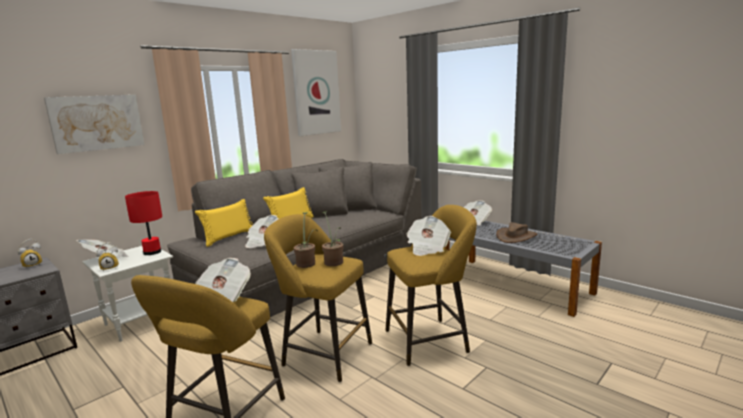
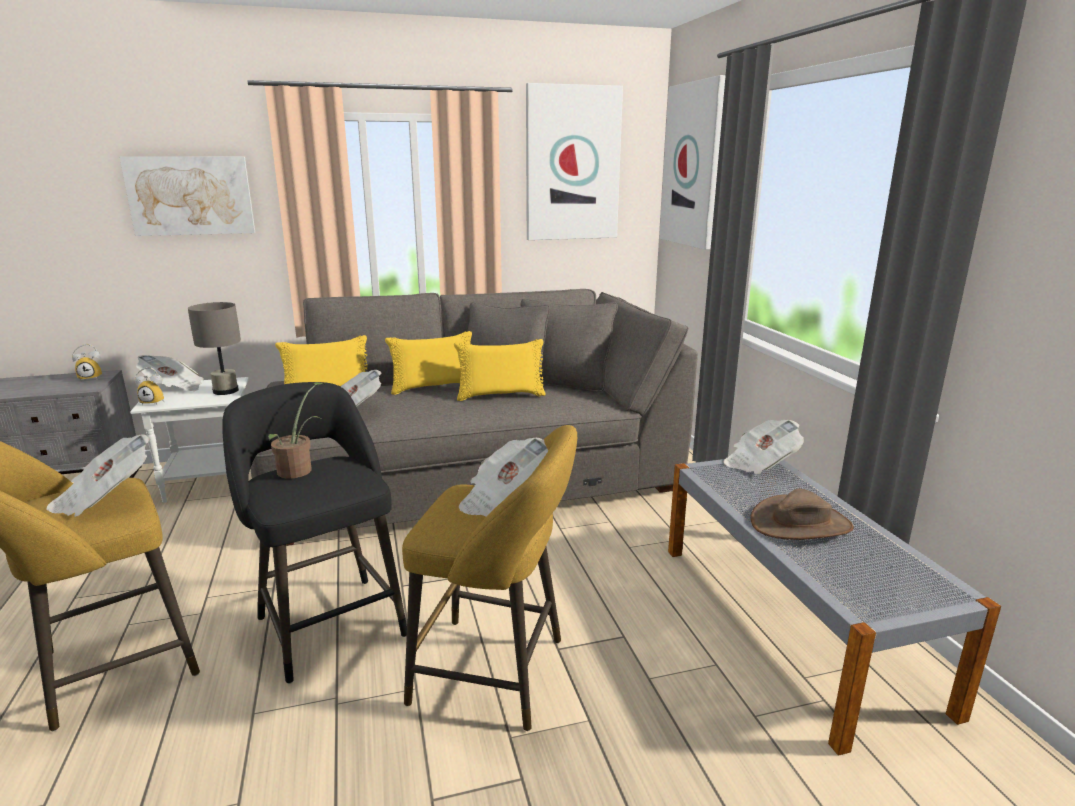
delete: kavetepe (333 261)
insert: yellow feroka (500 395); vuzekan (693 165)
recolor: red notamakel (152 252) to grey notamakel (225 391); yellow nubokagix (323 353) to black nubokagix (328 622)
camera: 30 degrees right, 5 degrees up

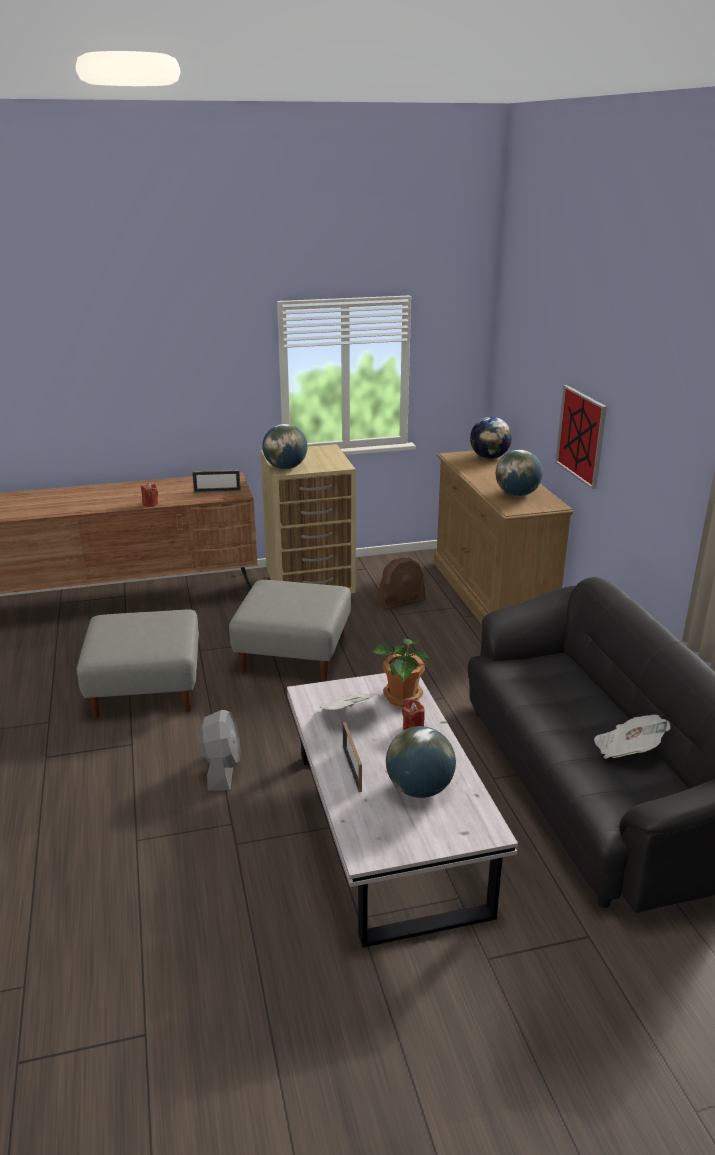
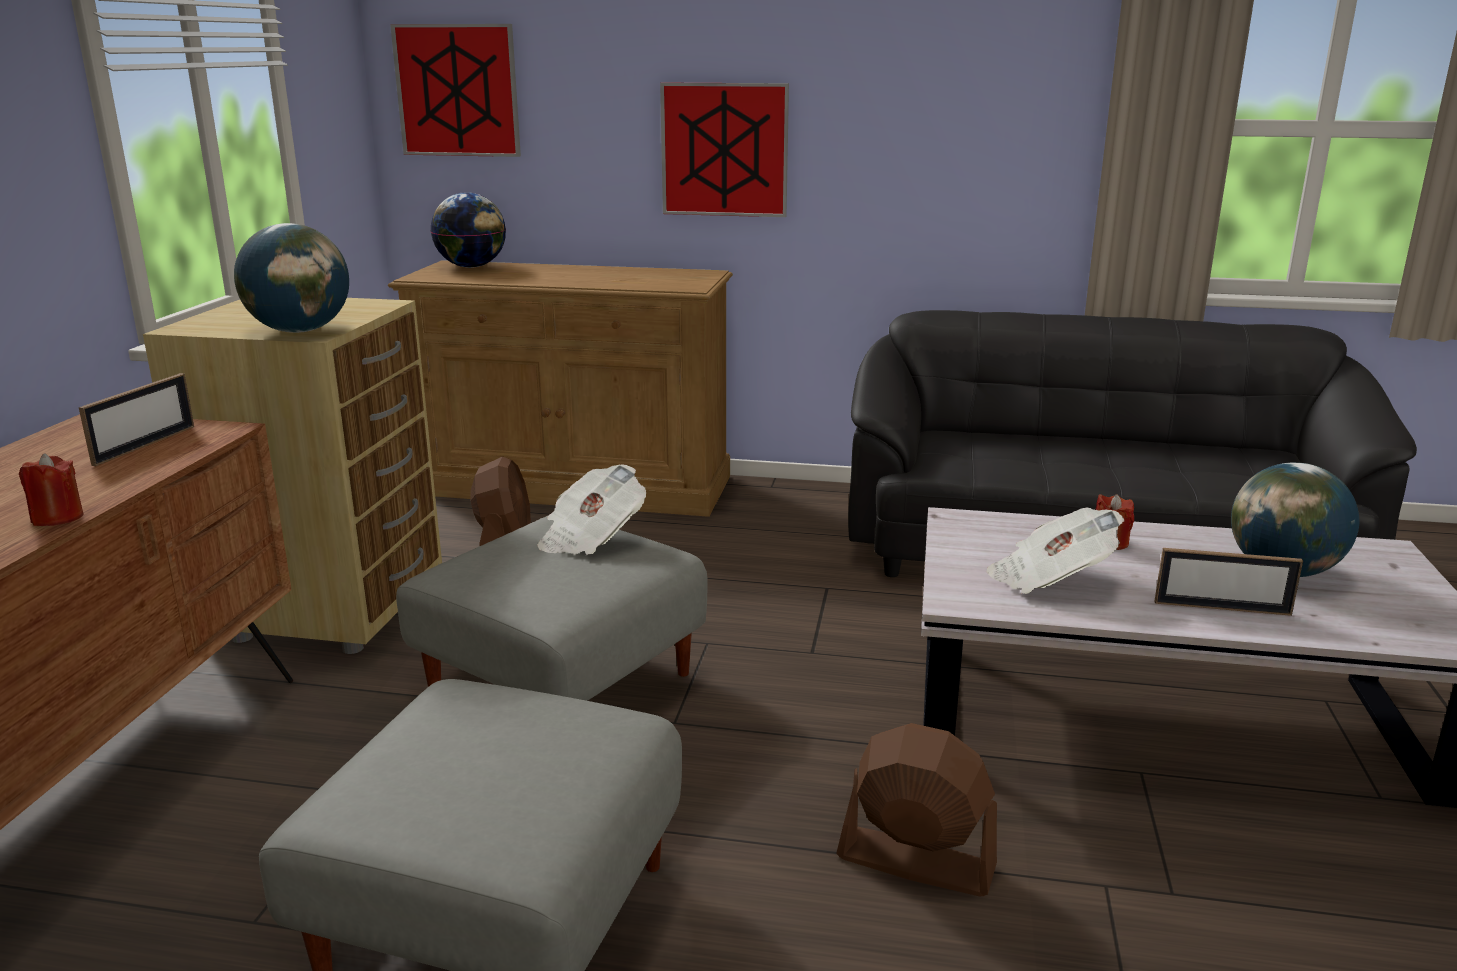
delete: kavetepe (401 698); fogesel (517 494)
insert: vuzekan (457 90)
move: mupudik (627 750) to (591 538)
recolor: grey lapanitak (222 769) to brown lapanitak (915 861)
camera: 65 degrees left, 5 degrees down

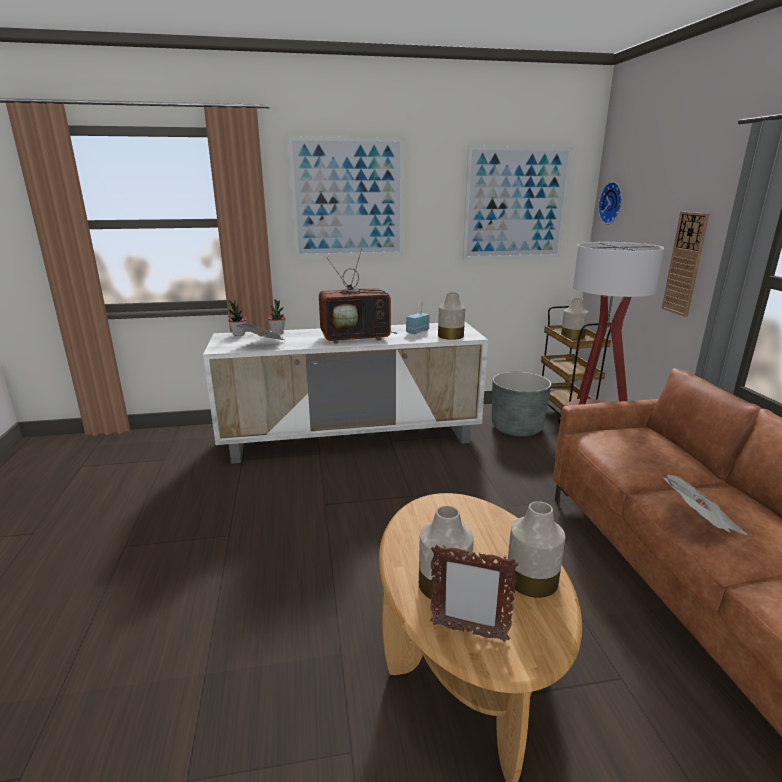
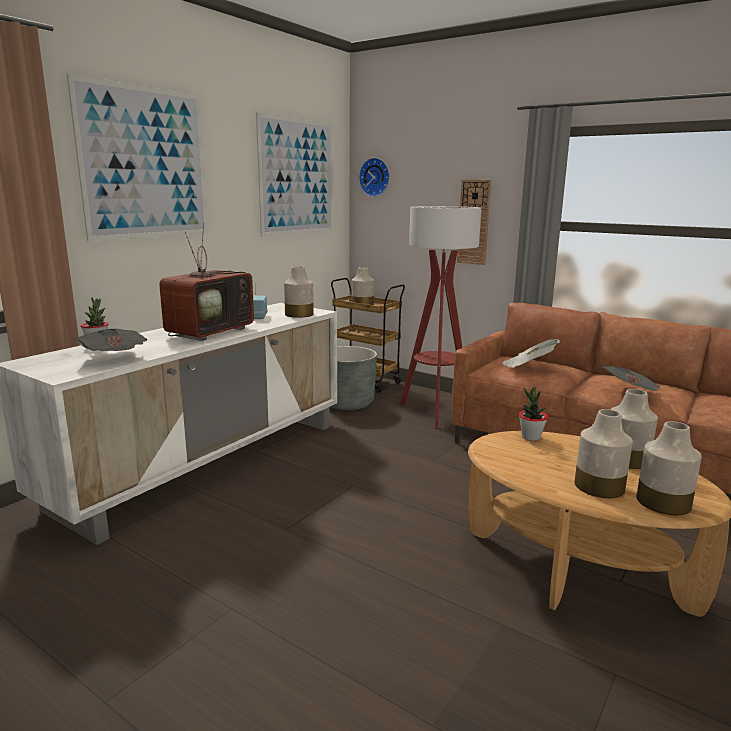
insert: mupudik (528 367)
move: kavetepe (239 334) to (530 437)
replace: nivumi (468 632) to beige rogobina (663 501)
camera: 45 degrees left, 5 degrees down

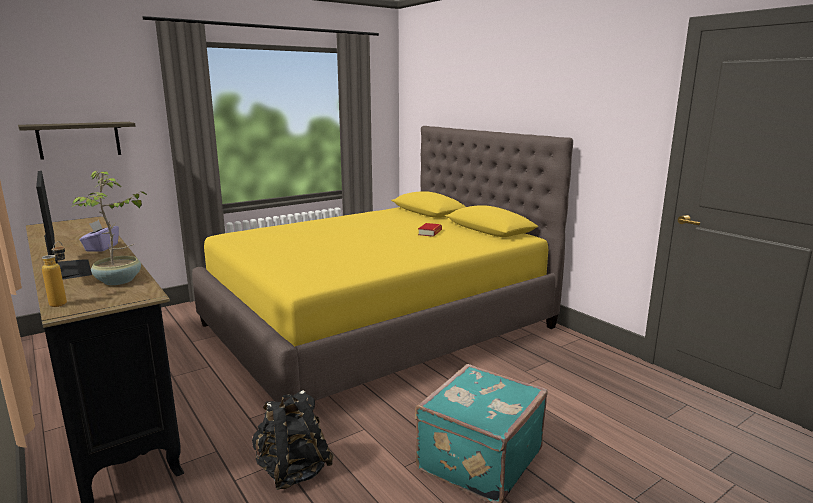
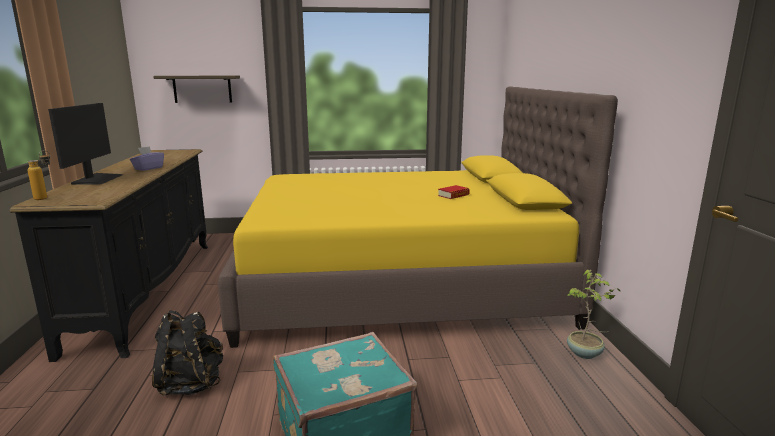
move: kavetepe (119 281) to (585 354)
camera: 30 degrees right, 0 degrees up

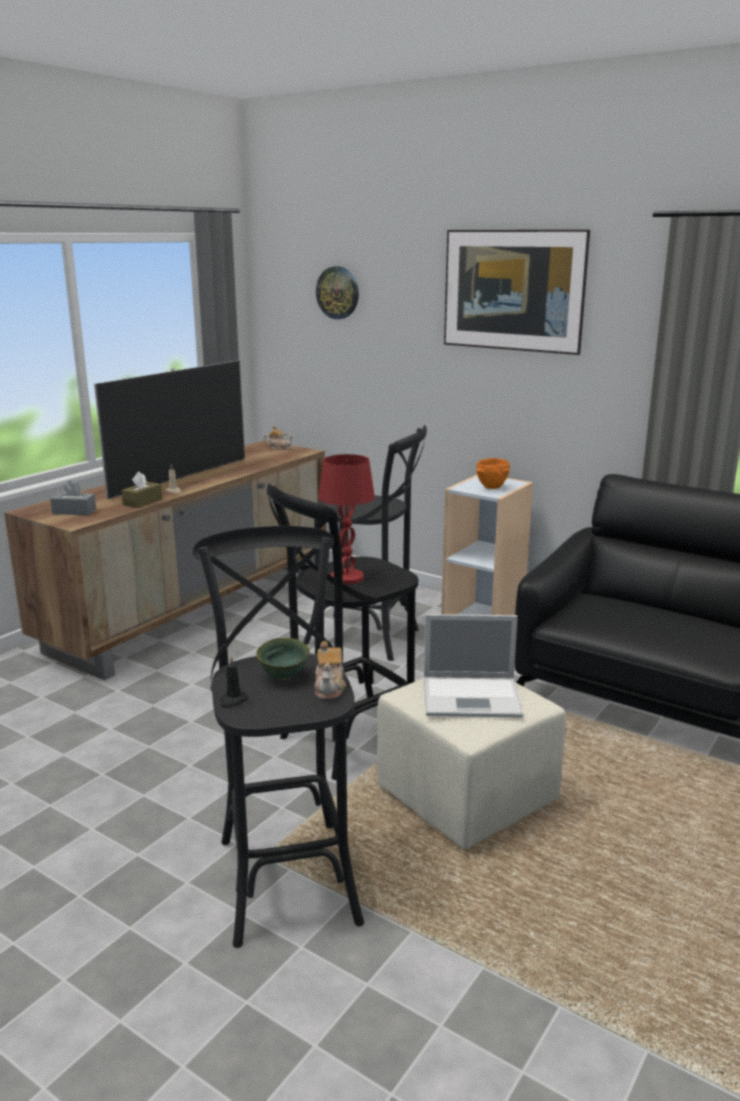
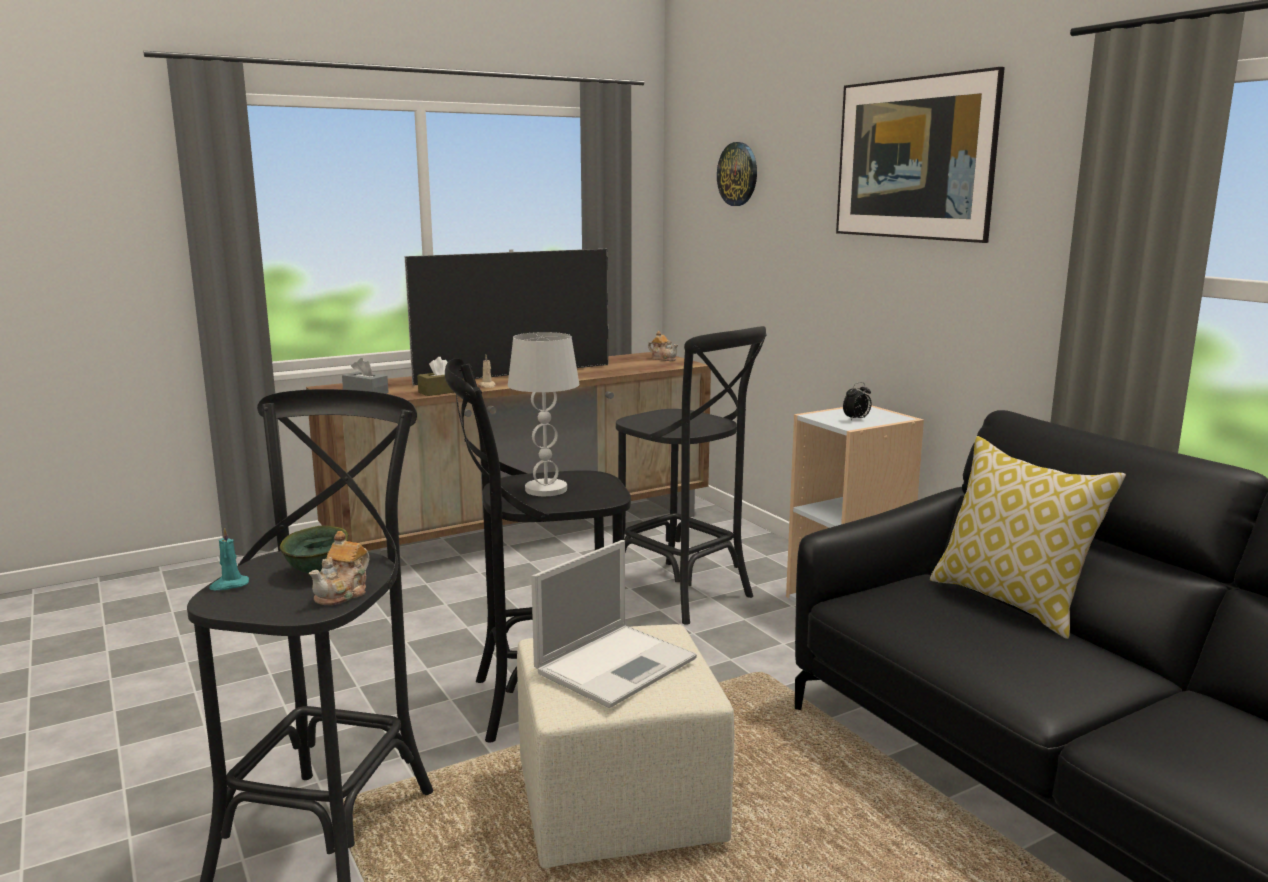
insert: feroka (1011 602)
replace: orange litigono (492 488) to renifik (856 419)
recolor: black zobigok (233 701) to turquoise zobigok (229 585); red notamakel (347 578) to white notamakel (546 489)
rotate: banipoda (473 697) = (617 664) 75 degrees counterclockwise
camera: 25 degrees right, 5 degrees down

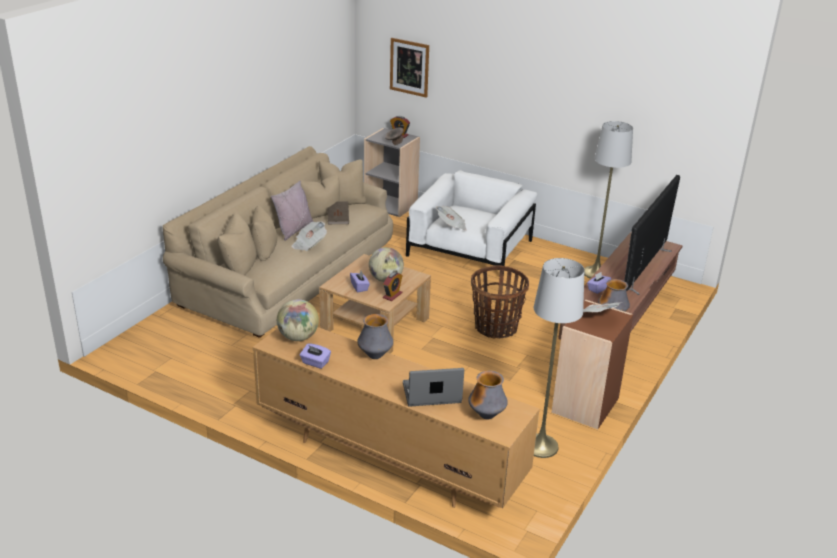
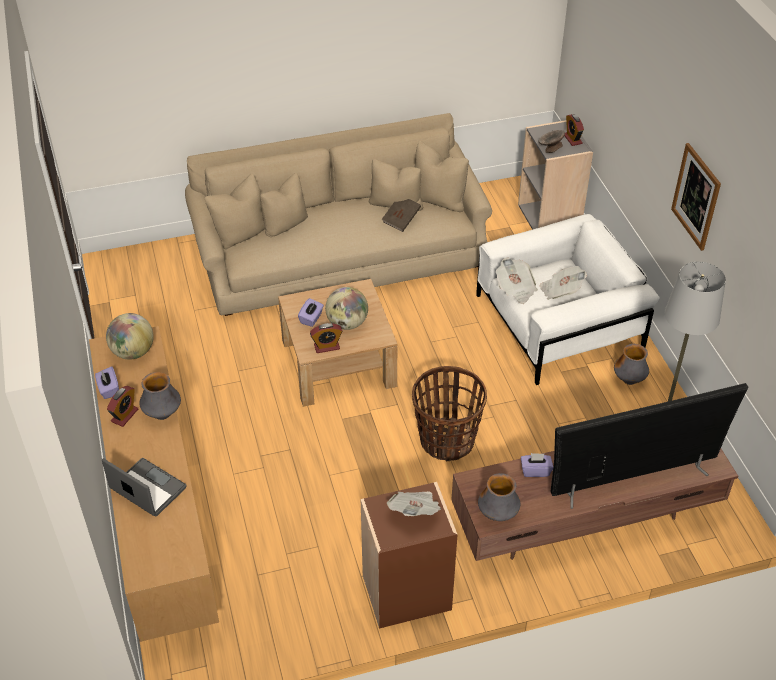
delete: purple feroka (294 230); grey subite (541 446)
insert: renifik (125 415)
move: mupudik (309 244) to (561 291); vuzekan (409 67) to (696 196); rogobina (486 415) to (629 380)
camera: 45 degrees right, 15 degrees up

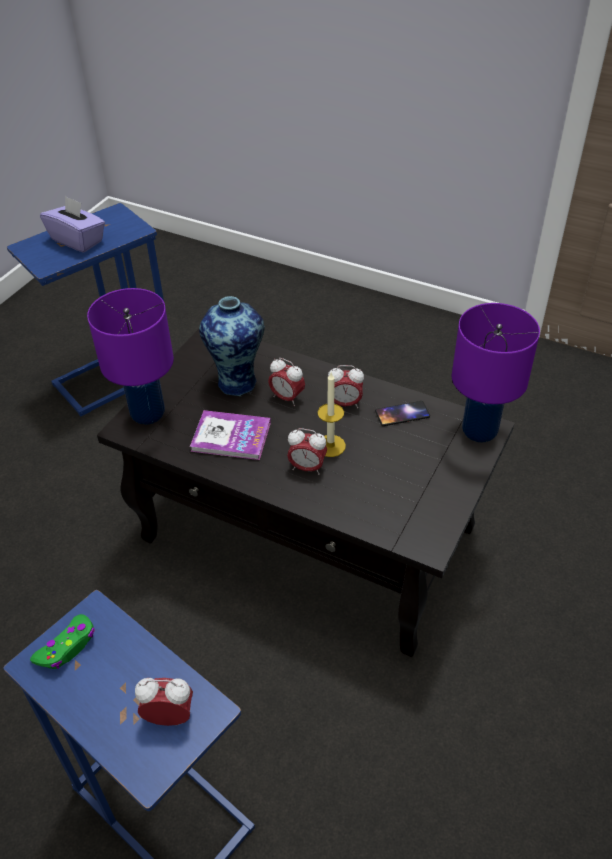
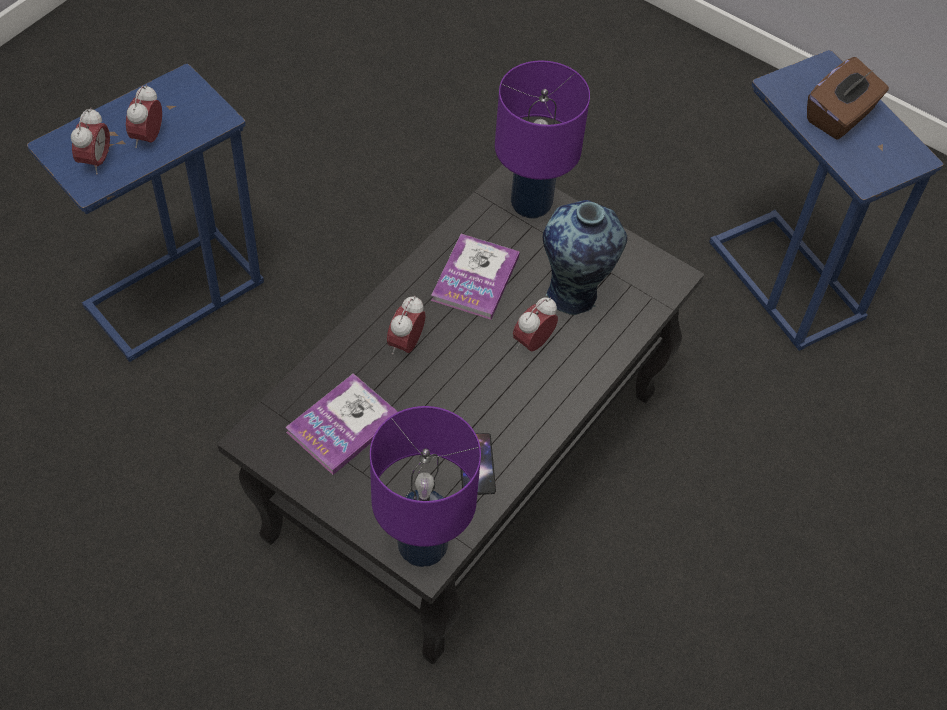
delete: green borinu (67 647); zobigok (330 446)
insert: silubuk (343 425)
move: renifik (345 404) to (148 138)
recolor: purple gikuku (78 240) to brown gikuku (840 117)
camera: 95 degrees right, 10 degrees up

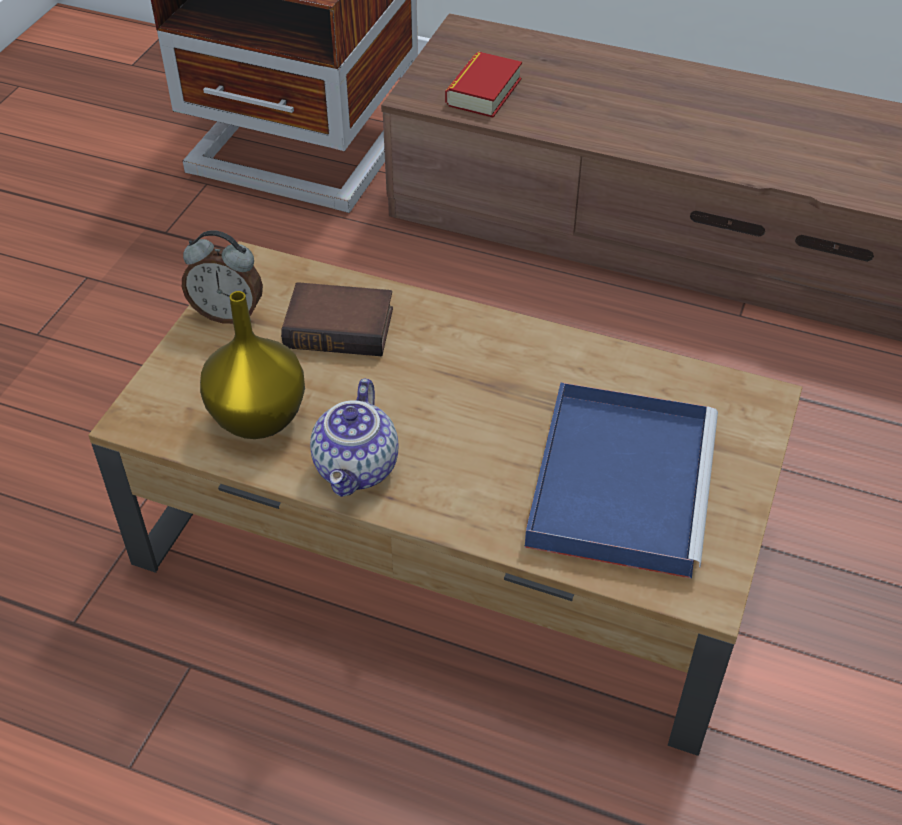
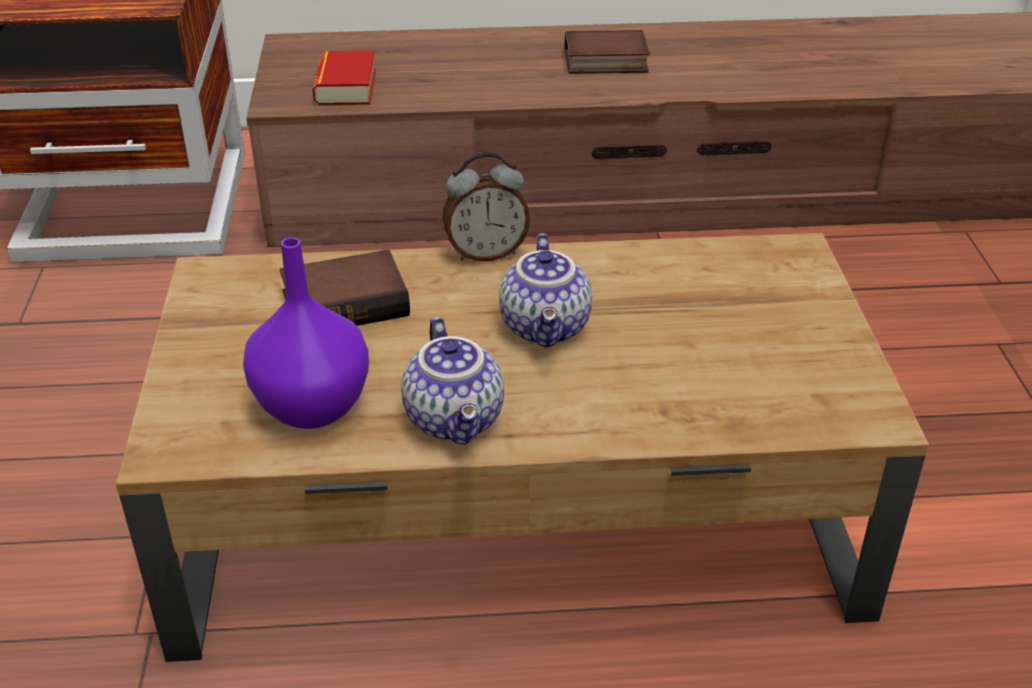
delete: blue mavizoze (620 479)
insert: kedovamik (547 328); silubuk (604 62)
move: renifik (228 313) to (486 253)
recolor: yellow rogobina (258 416) to purple rogobina (311 406)
camera: 25 degrees left, 10 degrees down

